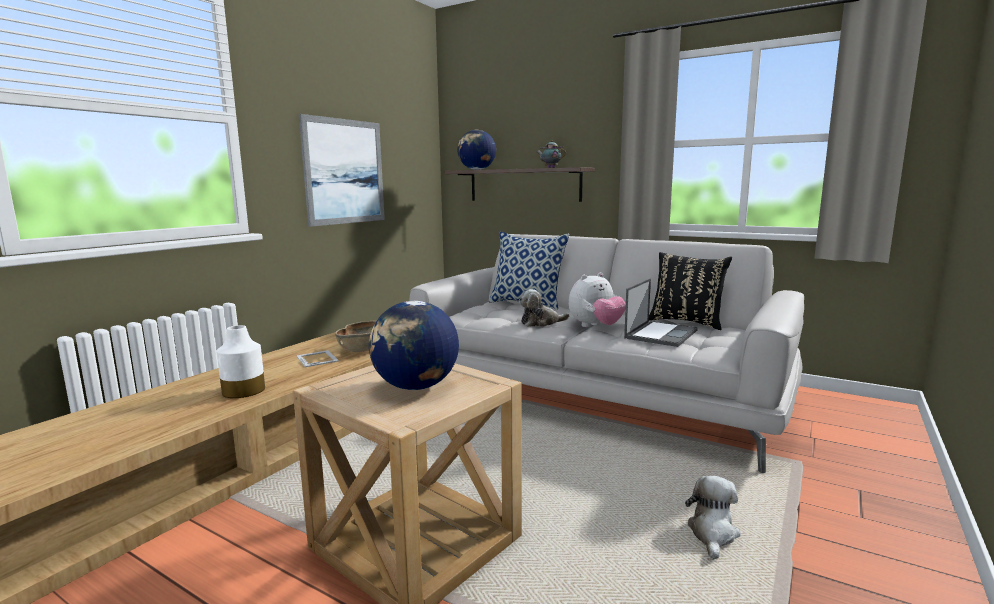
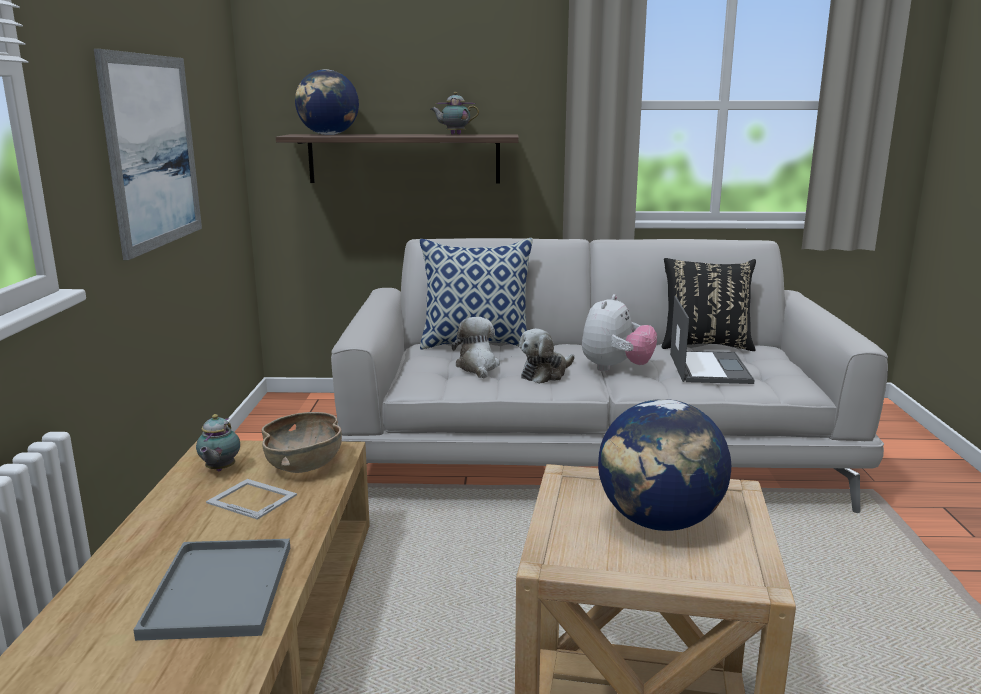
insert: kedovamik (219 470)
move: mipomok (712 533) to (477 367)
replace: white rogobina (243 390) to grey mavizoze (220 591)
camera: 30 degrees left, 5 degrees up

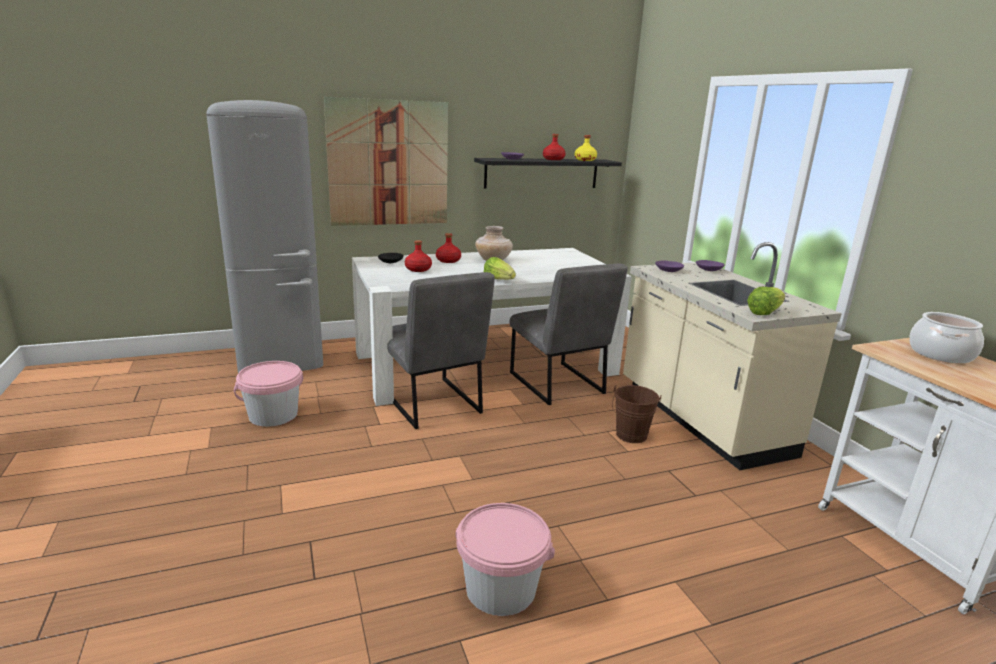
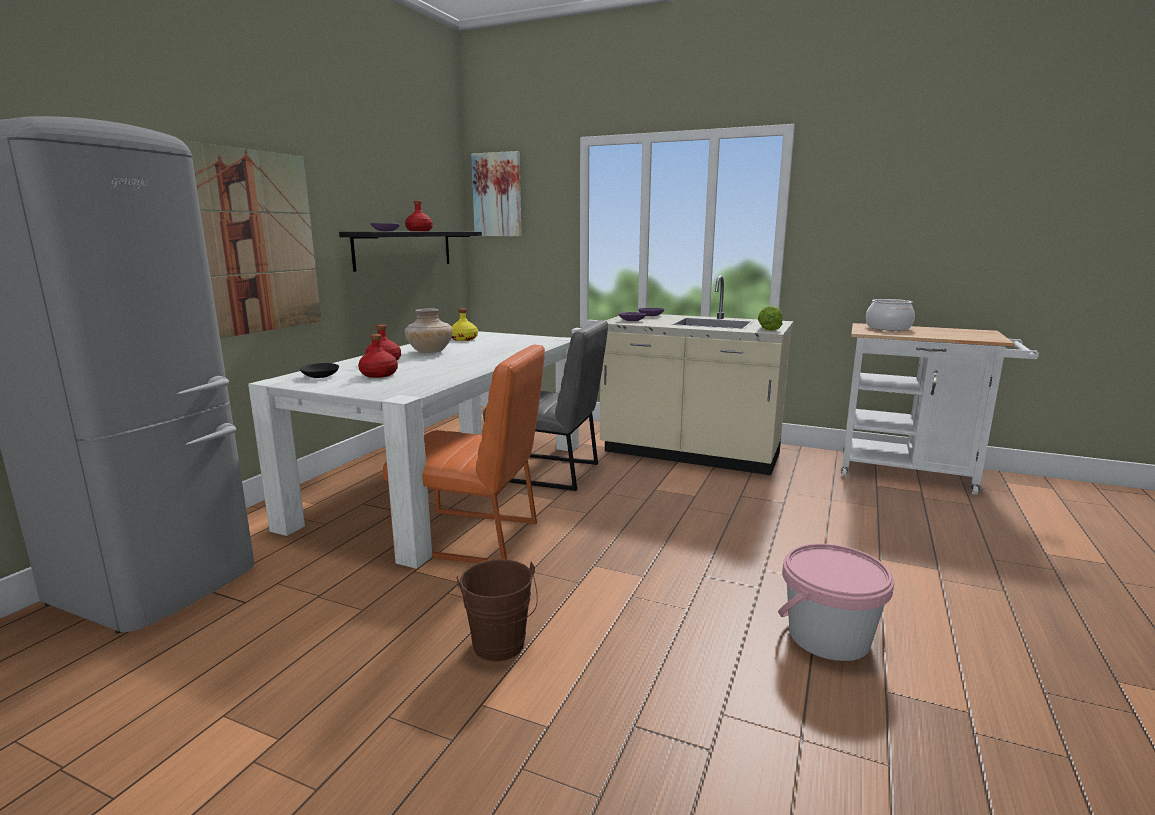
delete: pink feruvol (273 415); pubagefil (498 280)
insert: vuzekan (497 195)
move: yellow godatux (585 160) to (464 339); brown feruvol (630 437) to (500 648)
recolor: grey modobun (432 403) to orange modobun (472 537)
camera: 45 degrees left, 5 degrees down

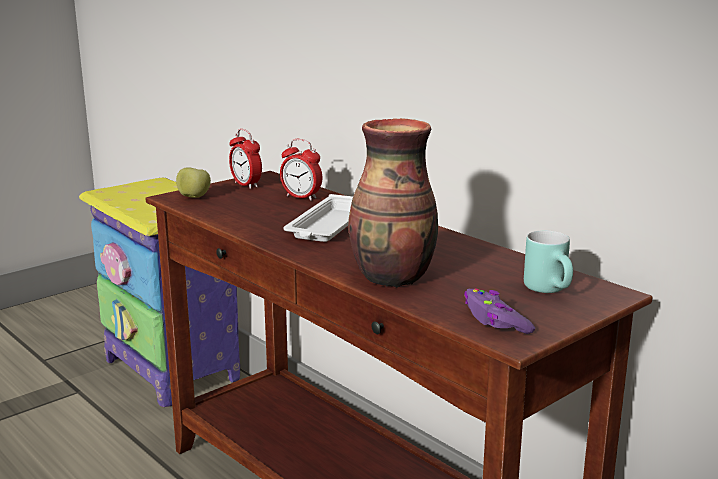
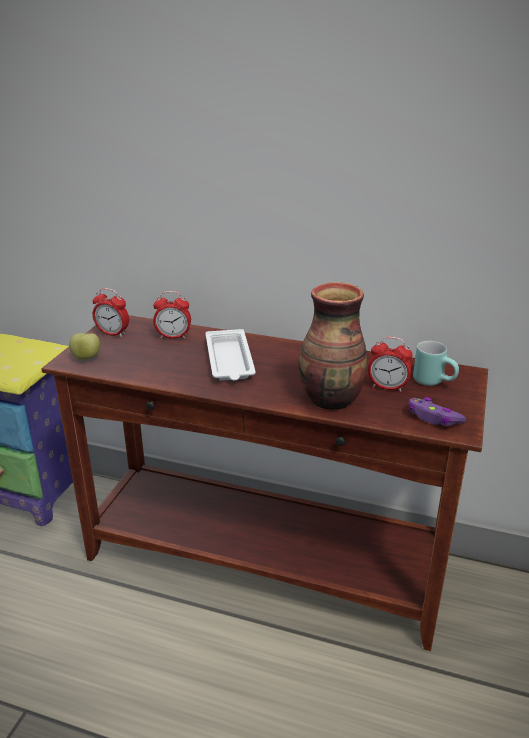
insert: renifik (387 387)
camera: 30 degrees left, 10 degrees up

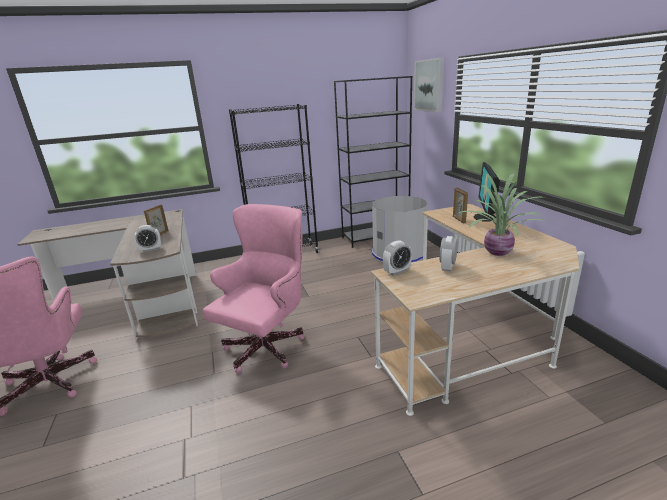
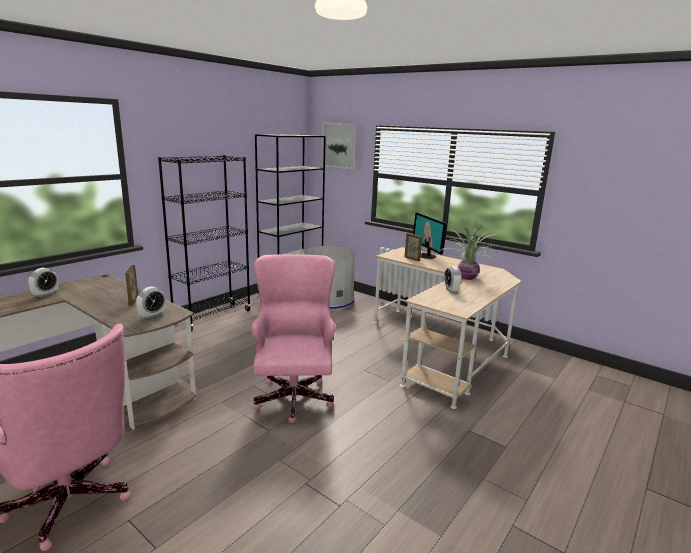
move: renifik (397 271) to (45 294)
camera: 35 degrees left, 5 degrees down

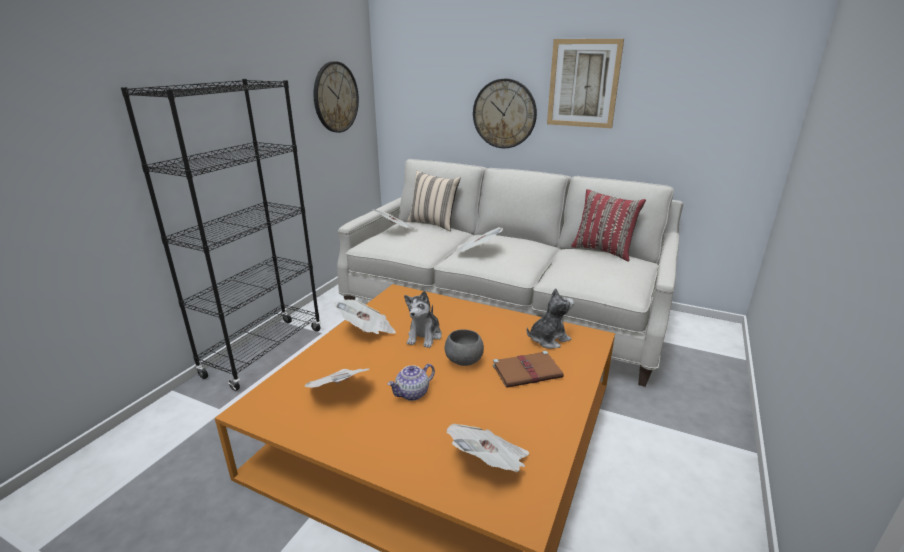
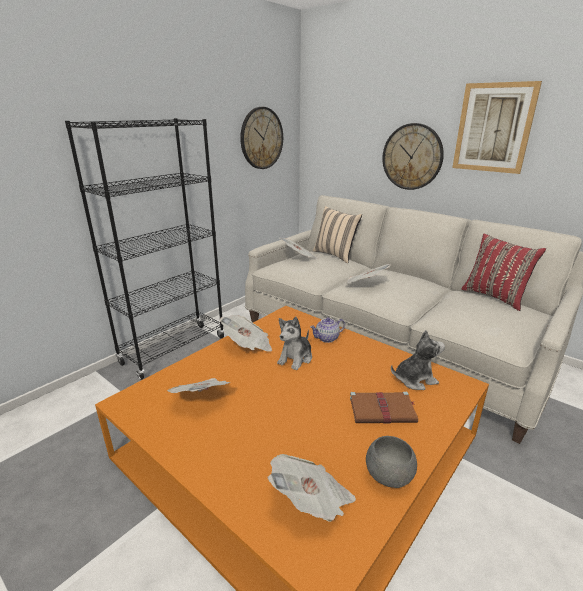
move: kedovamik (413 393) to (327 338); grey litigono (463 362) to (388 477)
camera: 15 degrees right, 0 degrees up

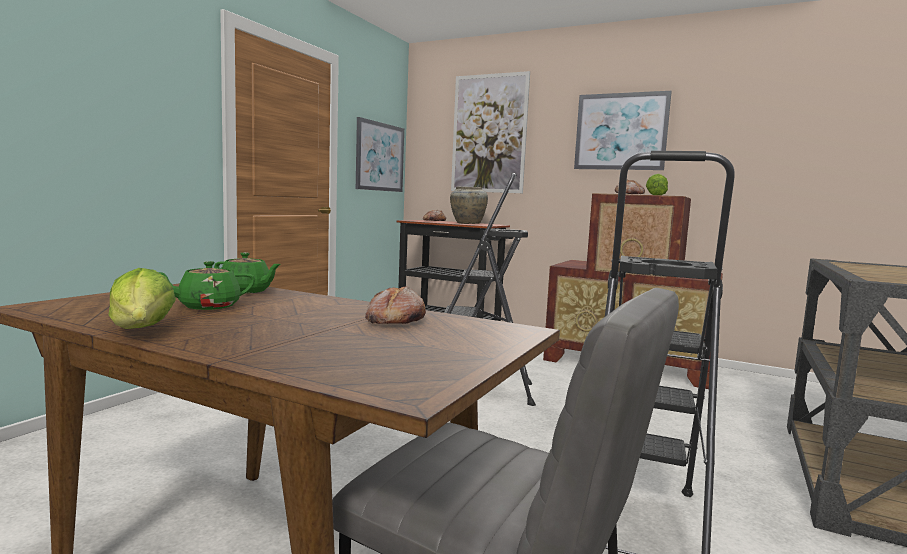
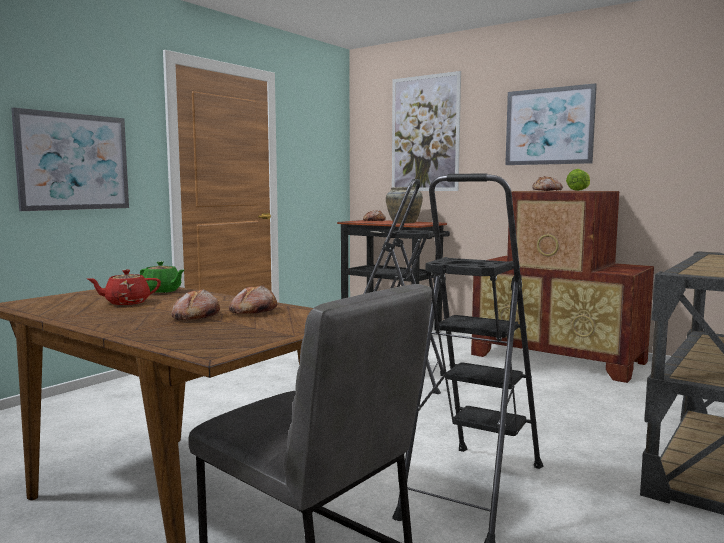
delete: pubagefil (141 332)
insert: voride (195 316)
move: vuzekan (380 157) to (73 162)
recolor: green kedovamik (207 306) to red kedovamik (126 303)
camera: 10 degrees right, 0 degrees up

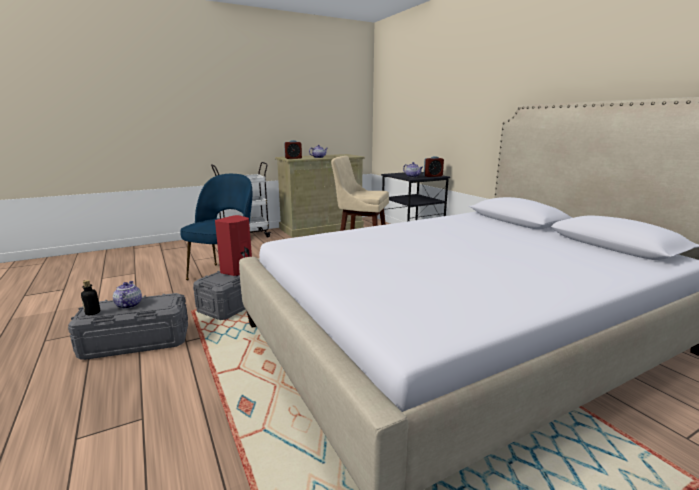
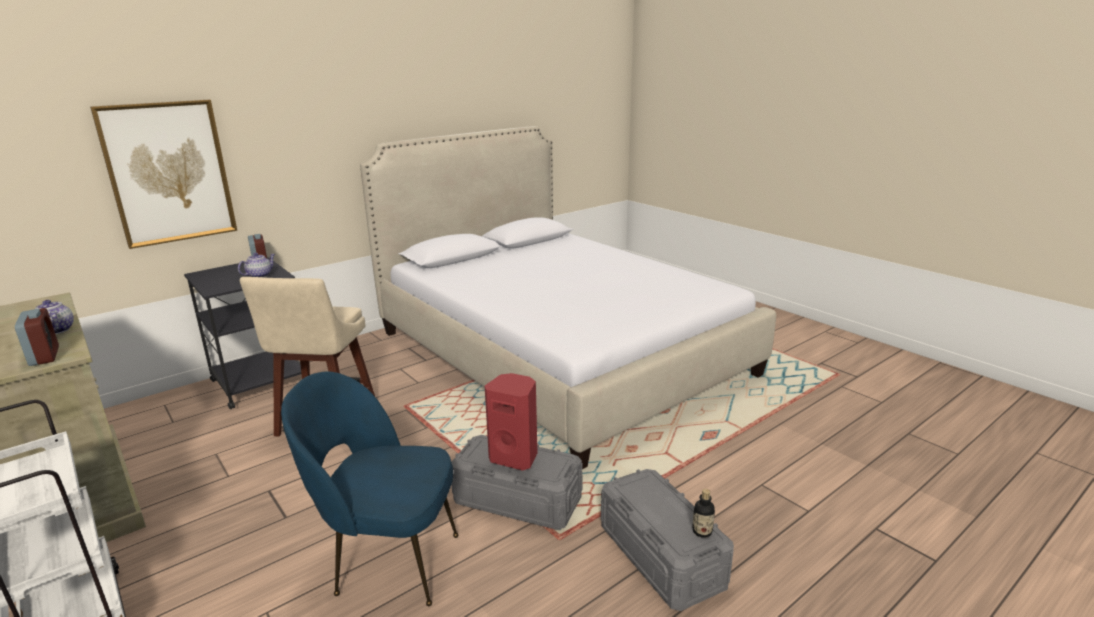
delete: kedovamik (128 305)
insert: vuzekan (169 173)
camera: 100 degrees left, 5 degrees up

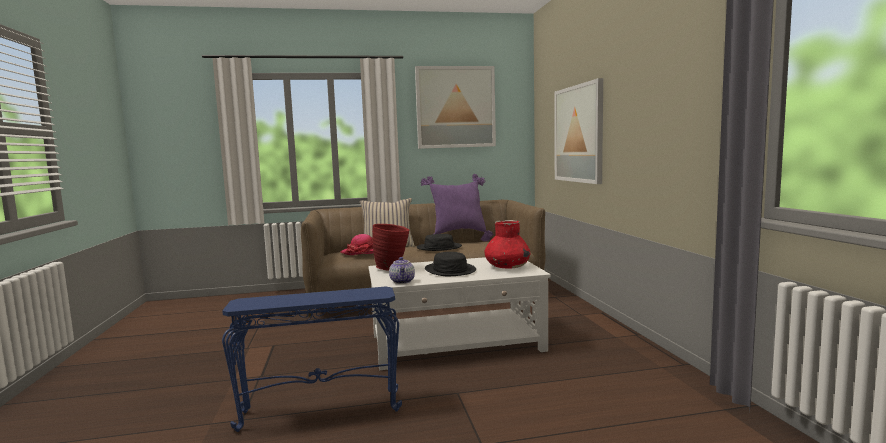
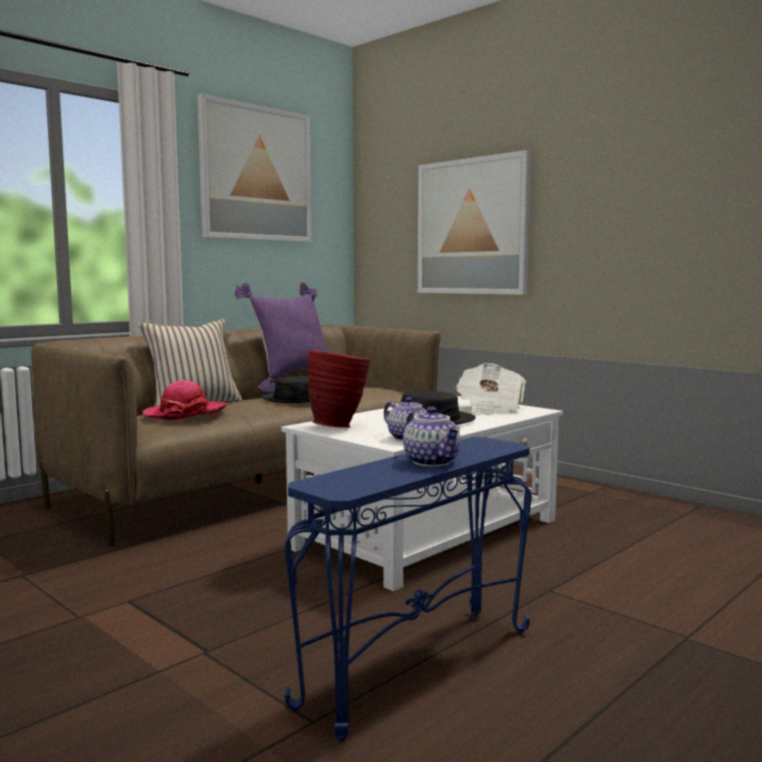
insert: kedovamik (433 462)
replace: red rogobina (507 267) to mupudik (490 408)
camera: 35 degrees left, 0 degrees up

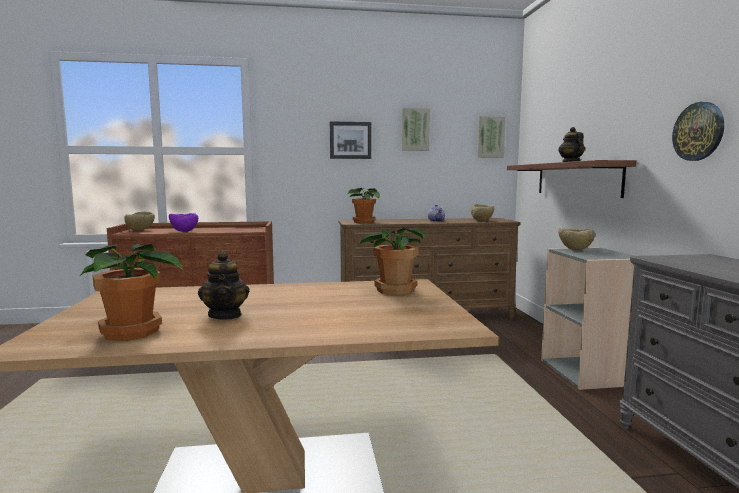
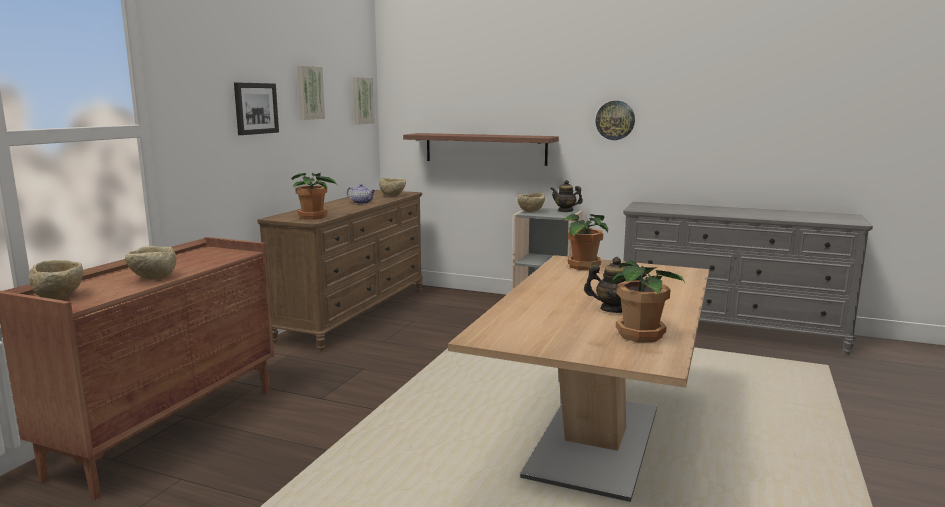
move: kedovamik (570 162) to (565 211)
recolor: purple litigono (184 231) to beige litigono (153 278)
camera: 60 degrees left, 5 degrees up

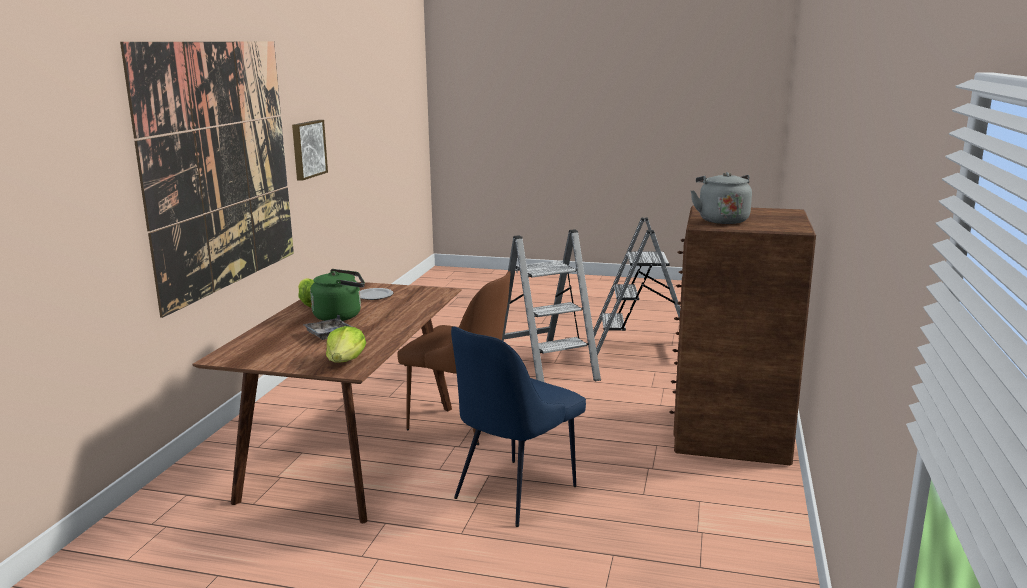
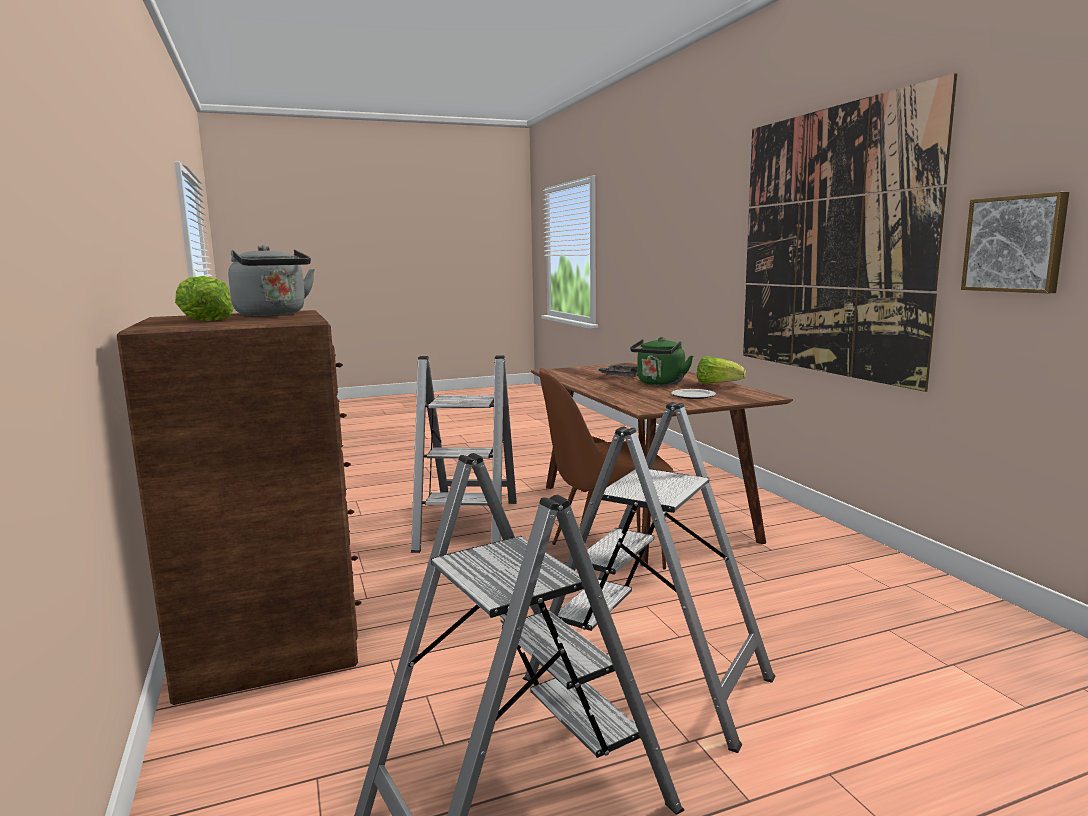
move: pubagefil (345 361) to (204 320)
replace: blue modobun (515 493) to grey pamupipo (469 524)
camera: 145 degrees right, 5 degrees down

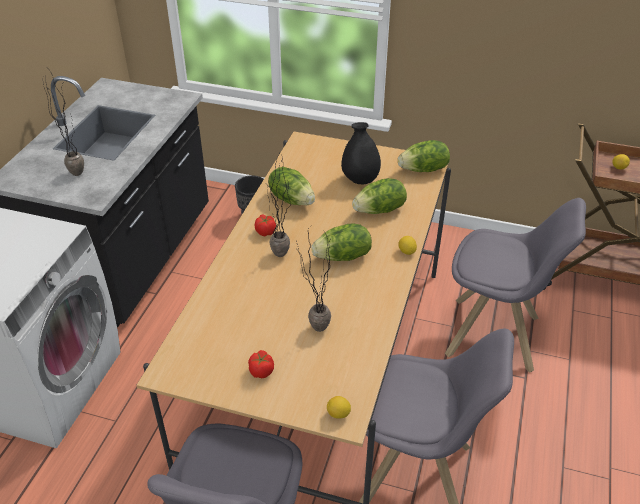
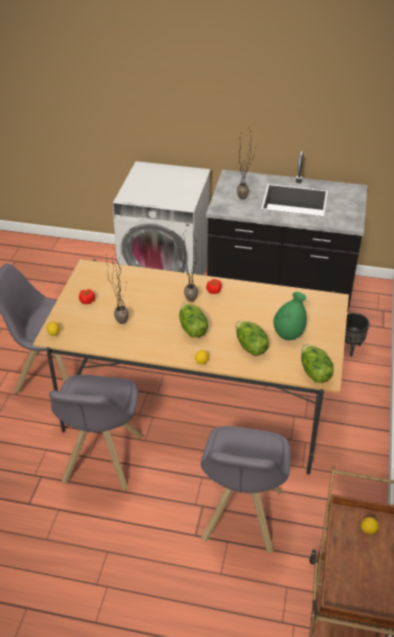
delete: pubagefil (292 199)
recolor: black rogobina (360 180) to green rogobina (288 335)
camera: 85 degrees right, 0 degrees up

